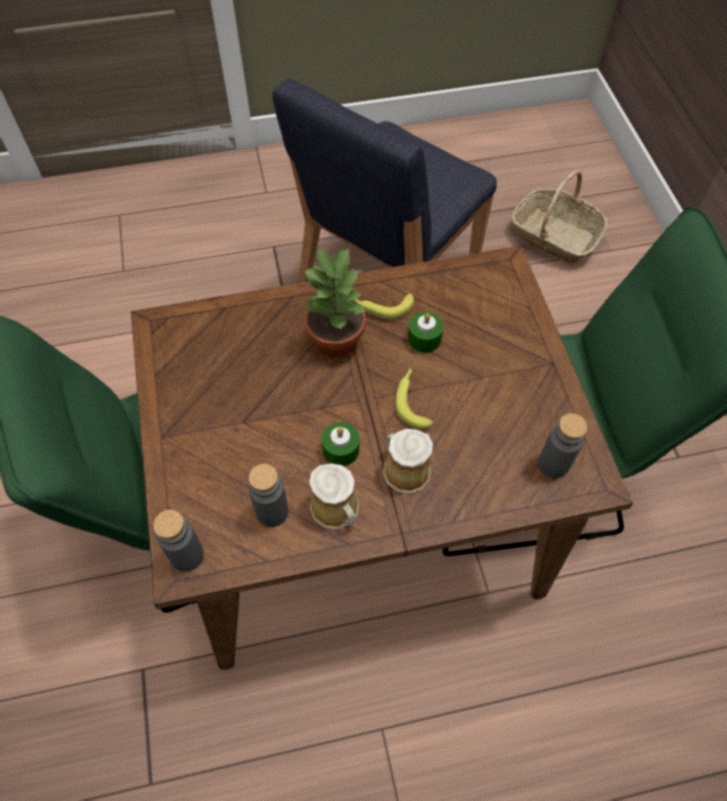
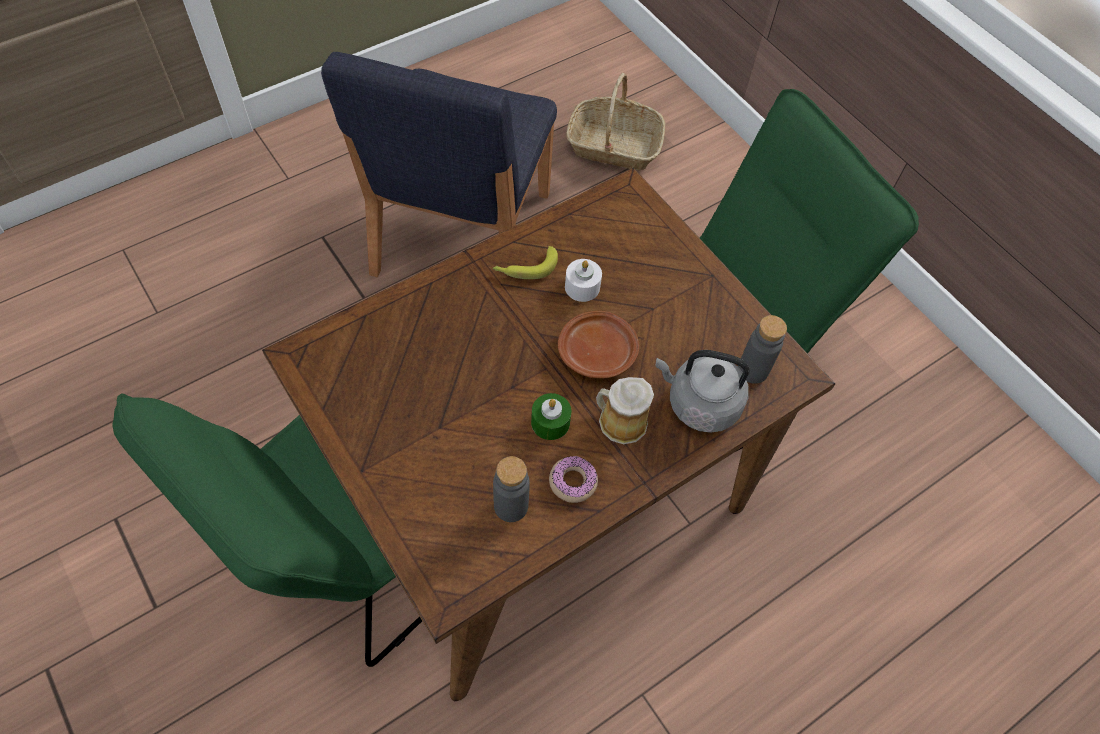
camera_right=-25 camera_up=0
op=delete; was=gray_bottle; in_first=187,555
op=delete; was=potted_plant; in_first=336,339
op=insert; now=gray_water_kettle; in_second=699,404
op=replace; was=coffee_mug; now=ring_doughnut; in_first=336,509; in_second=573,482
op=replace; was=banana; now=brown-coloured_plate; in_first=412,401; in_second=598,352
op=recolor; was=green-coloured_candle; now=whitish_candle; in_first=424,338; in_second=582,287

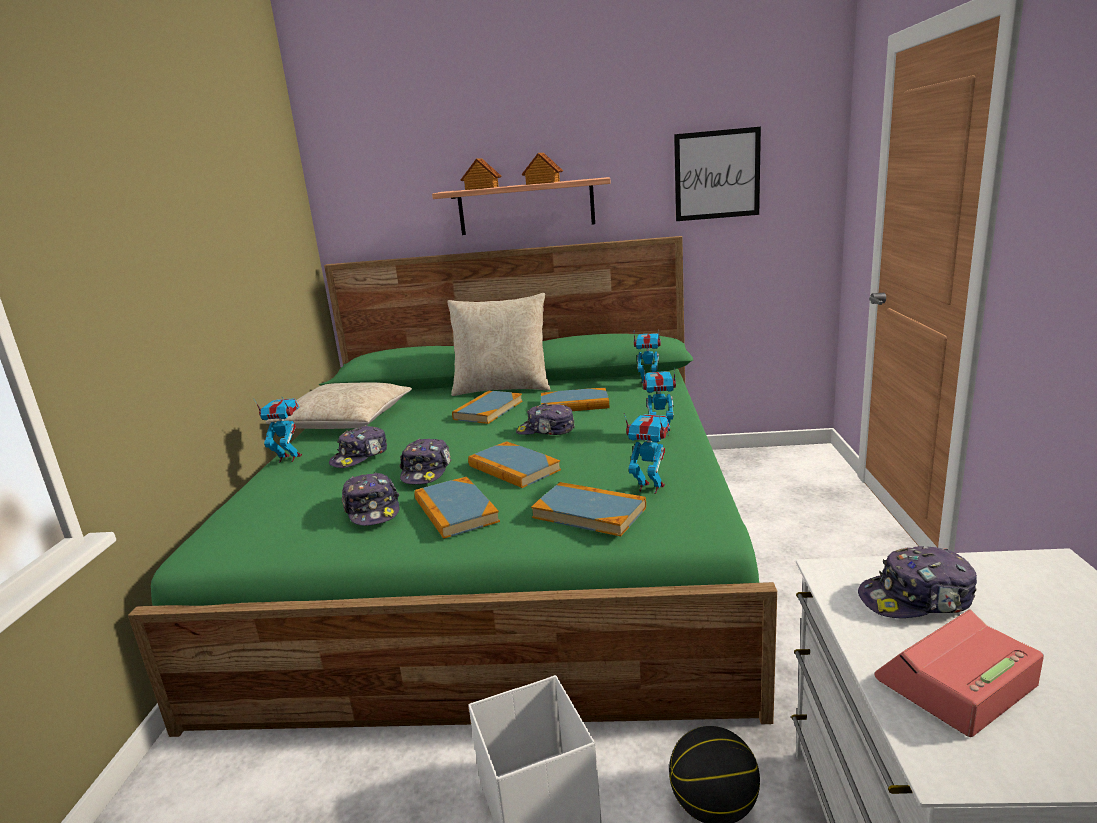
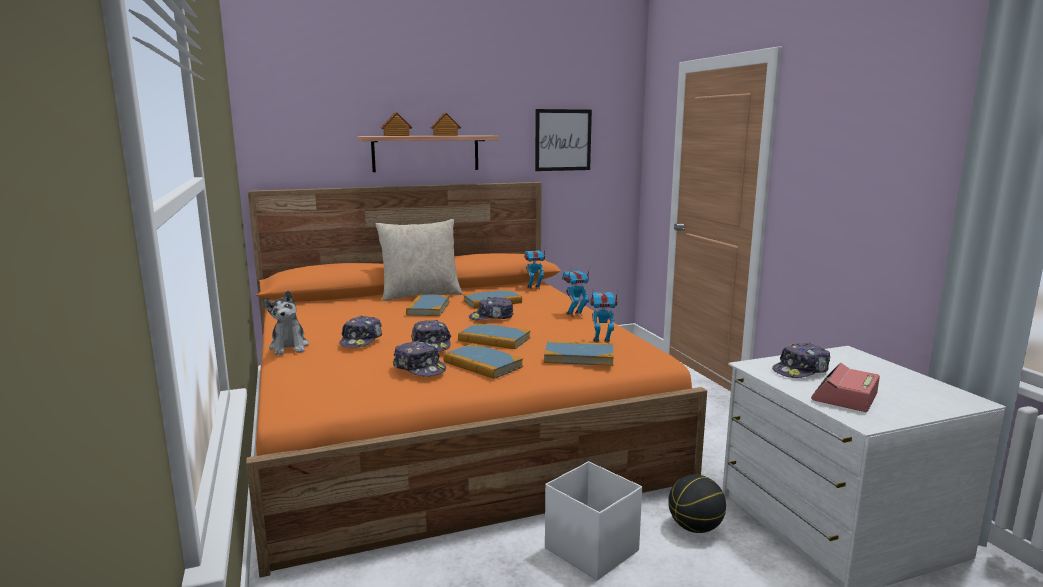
camera_right=-25 camera_up=-5
op=delete; was=beige_pillow; in_first=345,420
op=replace; was=robot_figure; now=soft_toy; in_first=289,458; in_second=289,347
op=recolor; was=green-coloured_bed; now=orange_bed; in_first=501,553; in_second=447,422

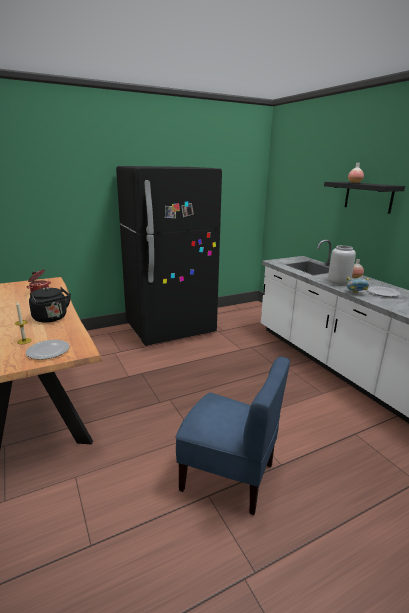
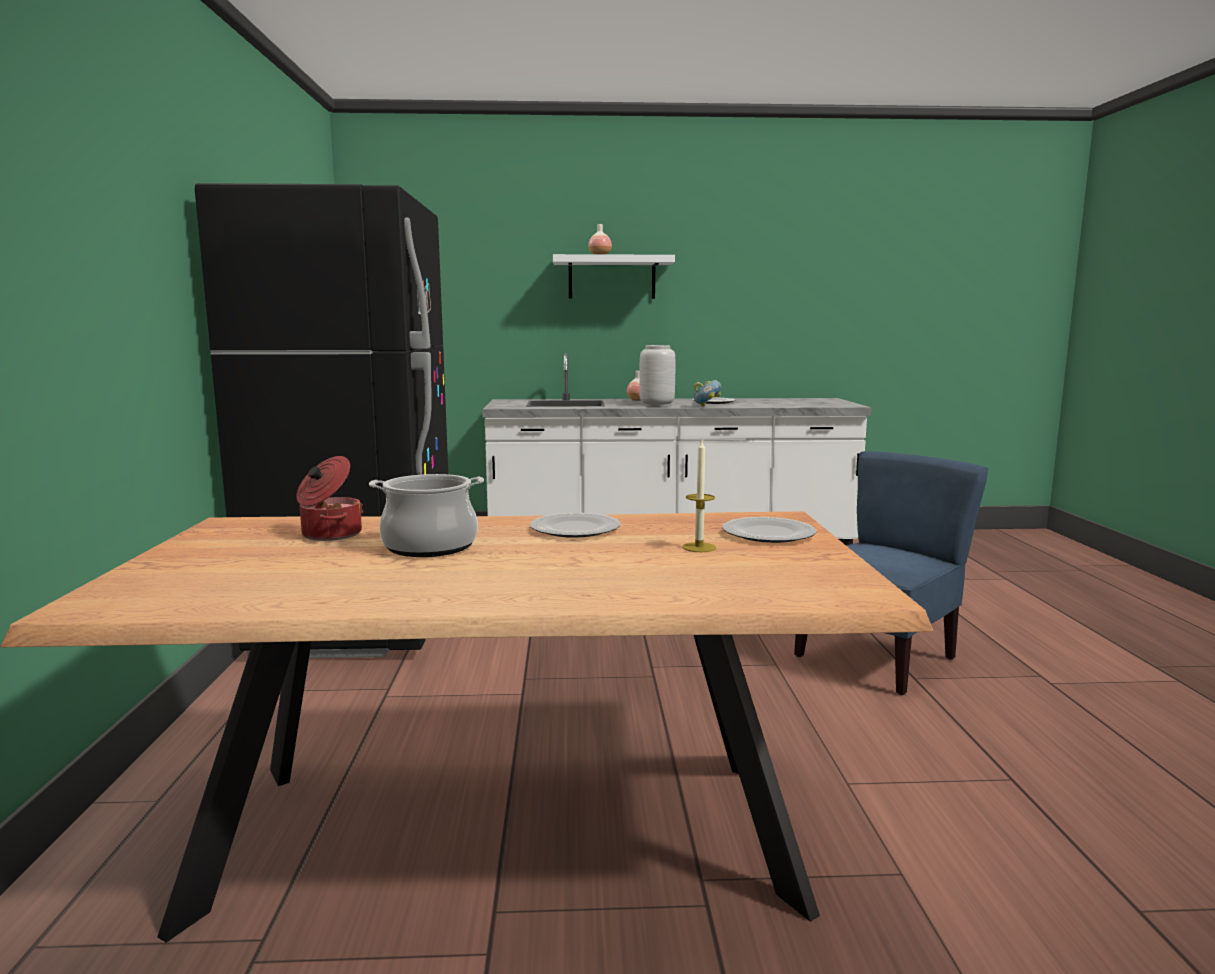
camera_right=-65 camera_up=-10
op=insert; now=cooking_pot; in_second=429,546
op=replace; was=black_water_kettle; now=plate; in_first=51,318; in_second=576,529
op=recolor; was=black_bracket_shelf; now=whitish_bracket_shelf; in_first=368,197; in_second=612,278

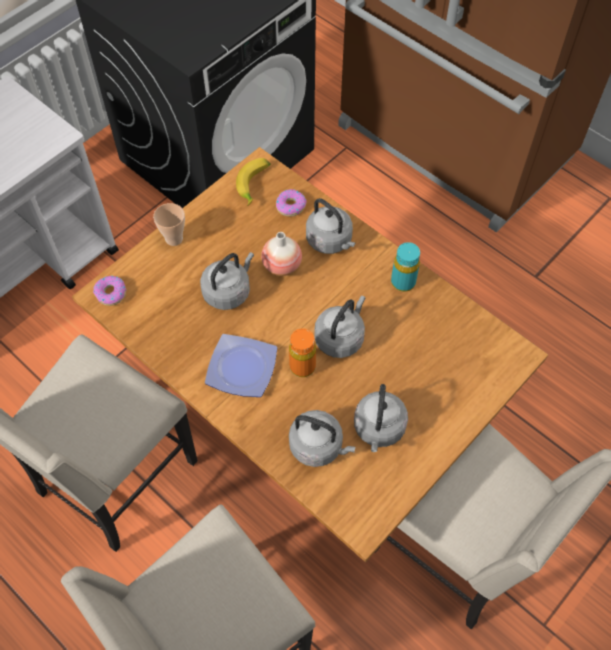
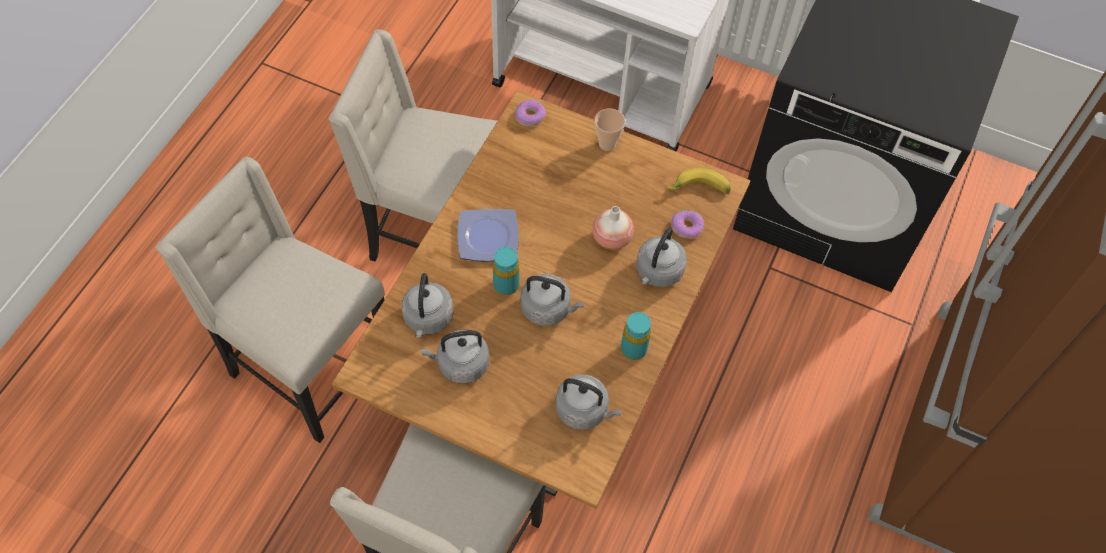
camera_right=70 camera_up=0
op=move; was=gray_water_kettle; in_first=228,291; in_second=584,410
op=recolor; was=orange_bottle; now=turquoise-coloured_bottle; in_first=302,366; in_second=506,285

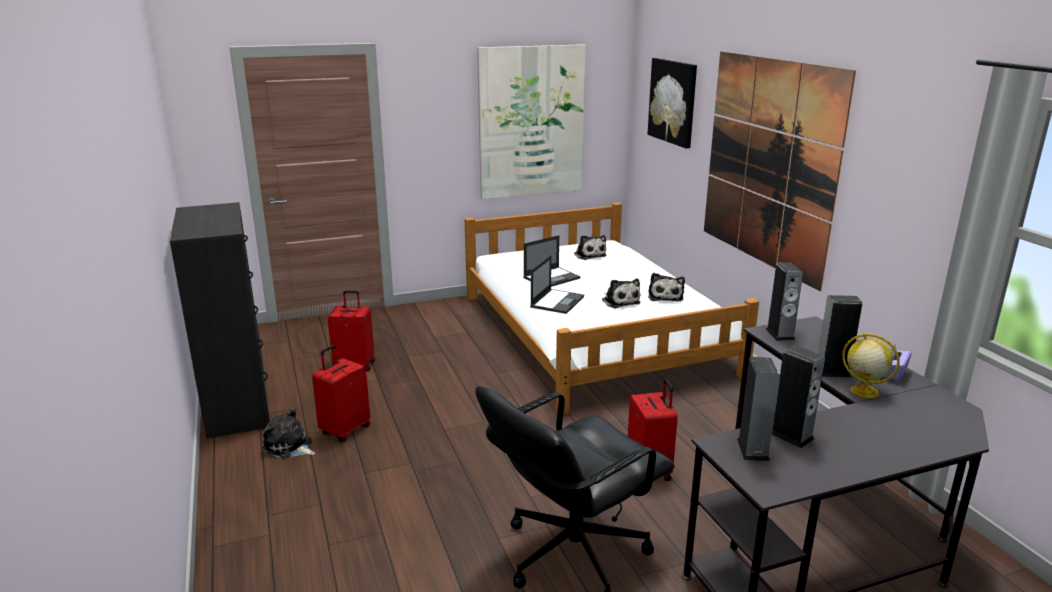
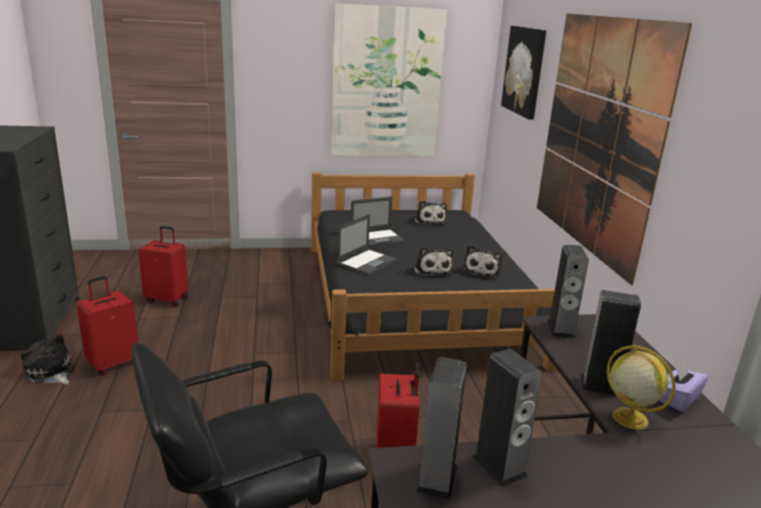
camera_right=10 camera_up=0
op=recolor; was=whitish_bed; now=black_bed; in_first=593,333; in_second=414,300

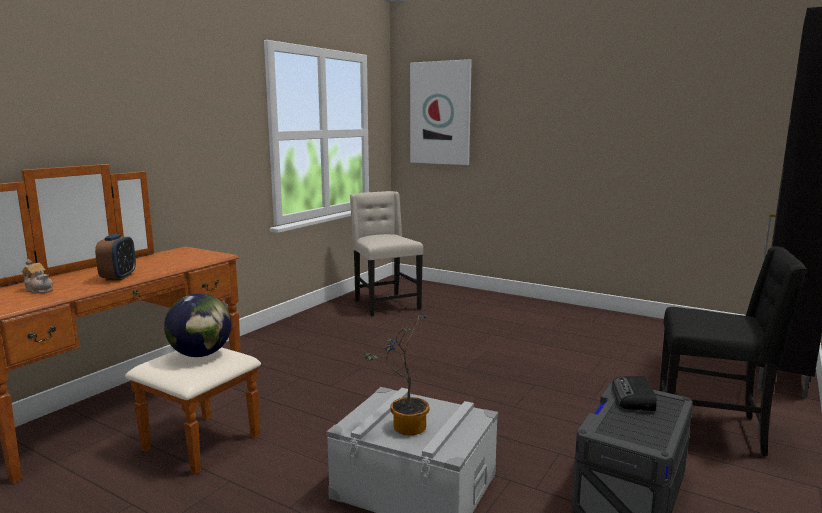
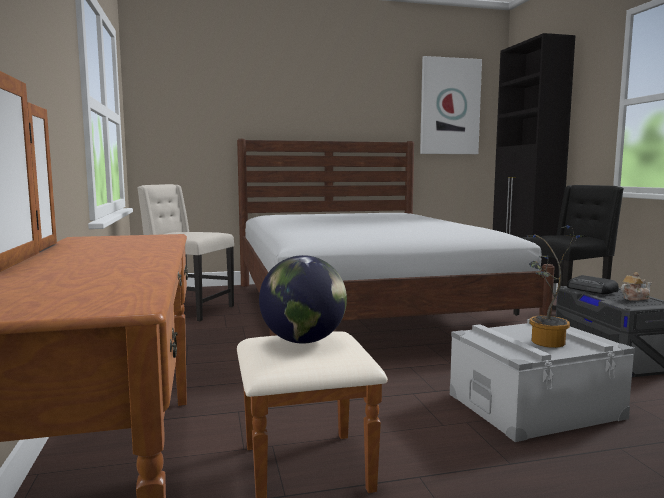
camera_right=-45 camera_up=-5
op=delete; was=table_clock; in_first=118,277
op=insert; now=whitish_bed; in_second=362,310
op=move; was=pot_for_tea; in_first=39,290; in_second=634,298
op=move; was=picture; in_first=440,113; in_second=449,106

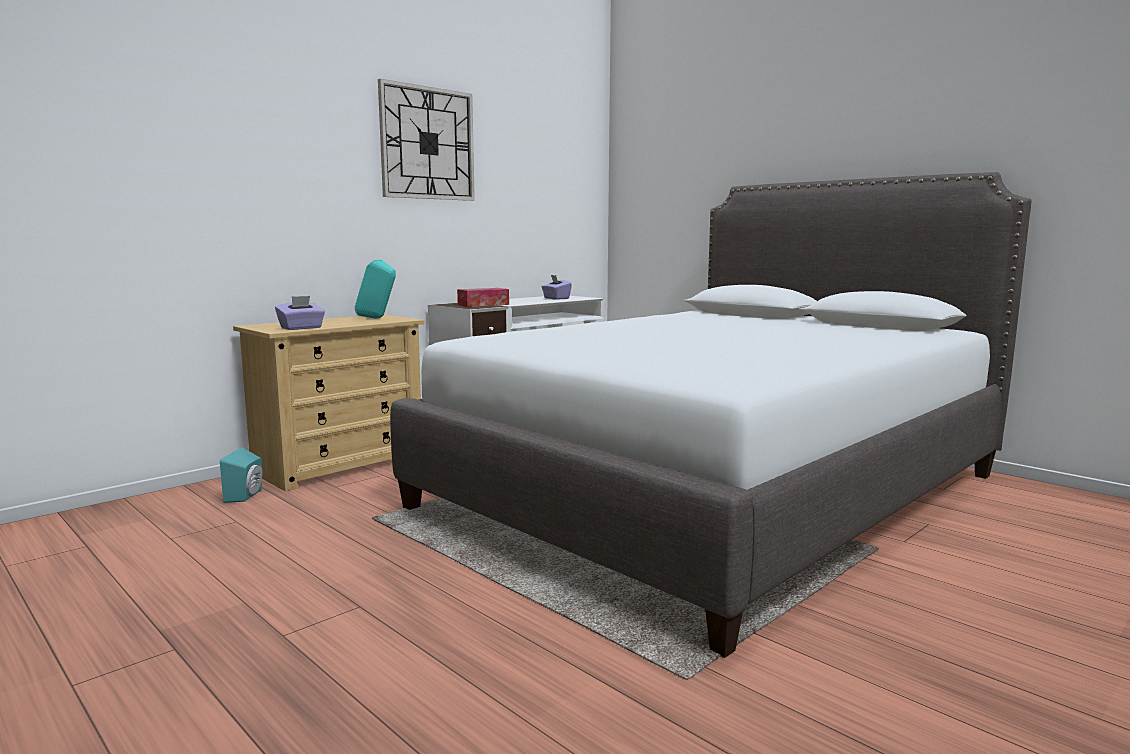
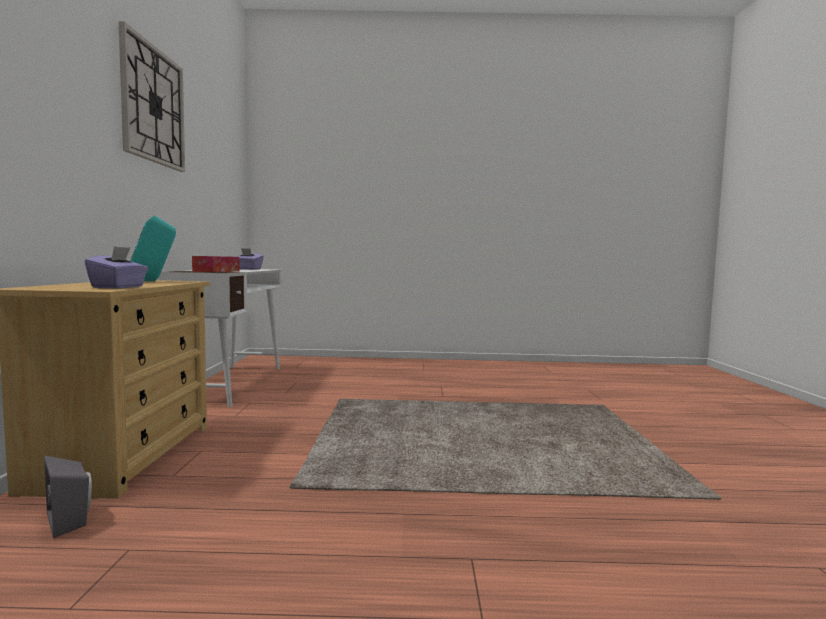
camera_right=-45 camera_up=-5
op=delete; was=whitish_bed; in_first=717,490
op=recolor; was=turquoise-coloured_speaker; now=gray_speaker; in_first=247,496; in_second=71,520

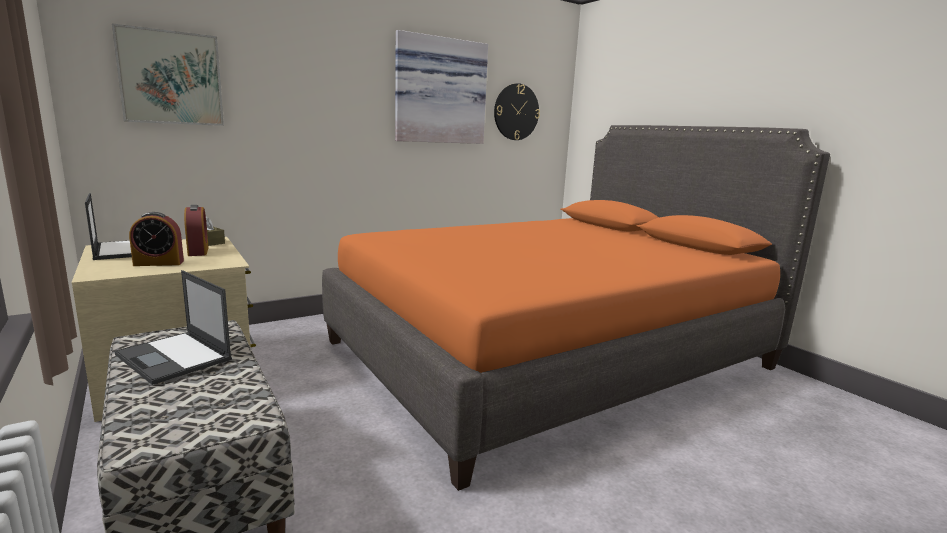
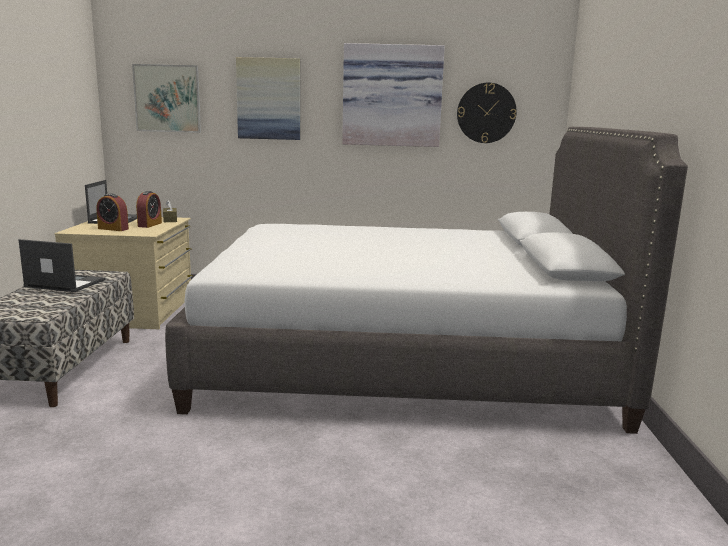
camera_right=35 camera_up=0
op=insert; now=picture; in_second=269,99
op=recolor; was=orange_bed; now=whitish_bed; in_first=549,354; in_second=402,360
op=rotate; was=notebook_computer; in_first=175,357; in_second=64,283; clockwise=120

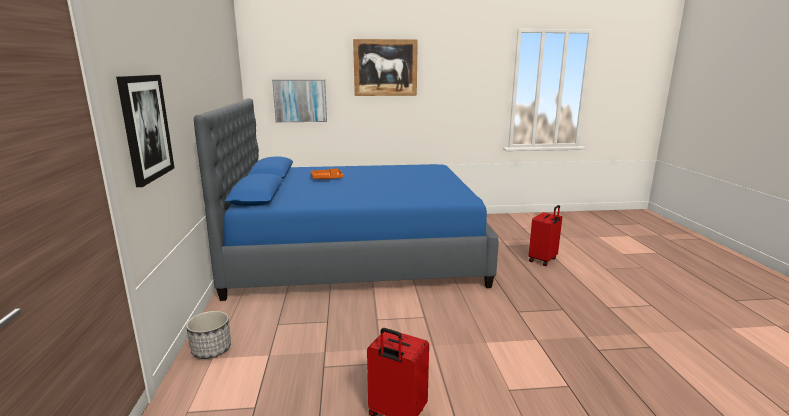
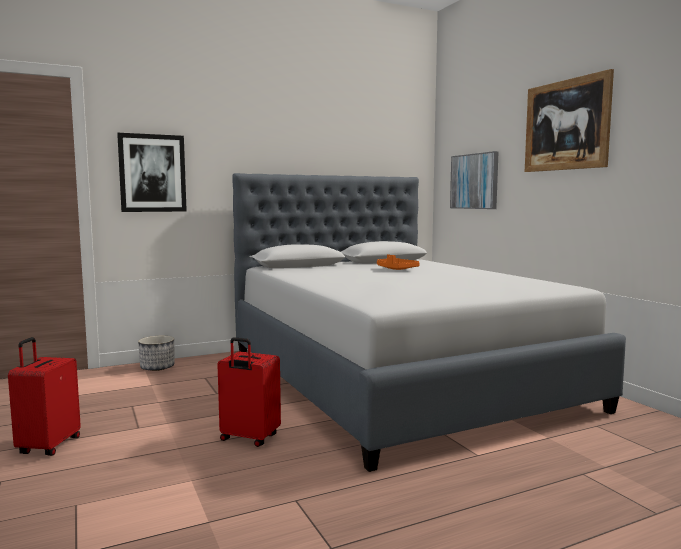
camera_right=70 camera_up=-10
op=move; was=reddish_travel_case; in_first=543,260; in_second=249,438
op=recolor; was=blue_bed; now=gray_bed; in_first=357,253; in_second=397,378

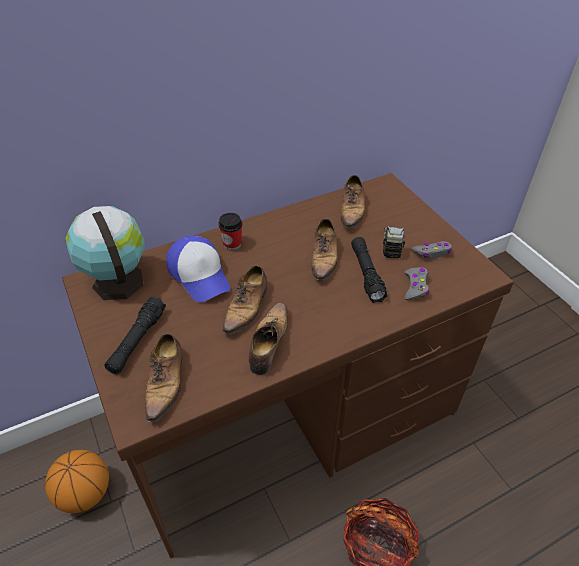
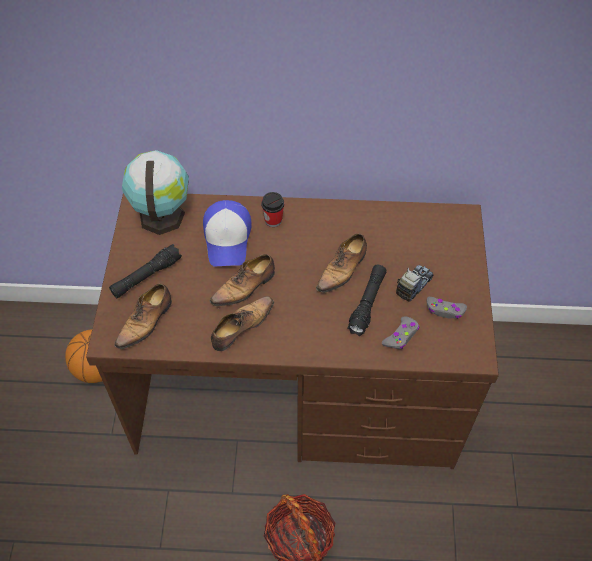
camera_right=30 camera_up=10
op=delete; was=low_shoe; in_first=352,210

